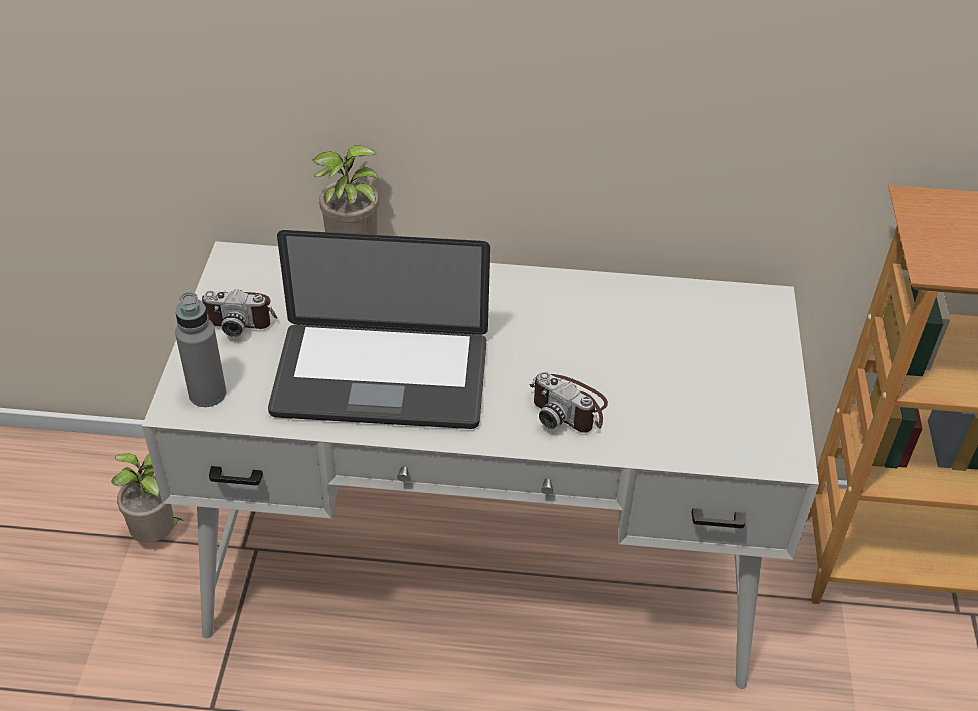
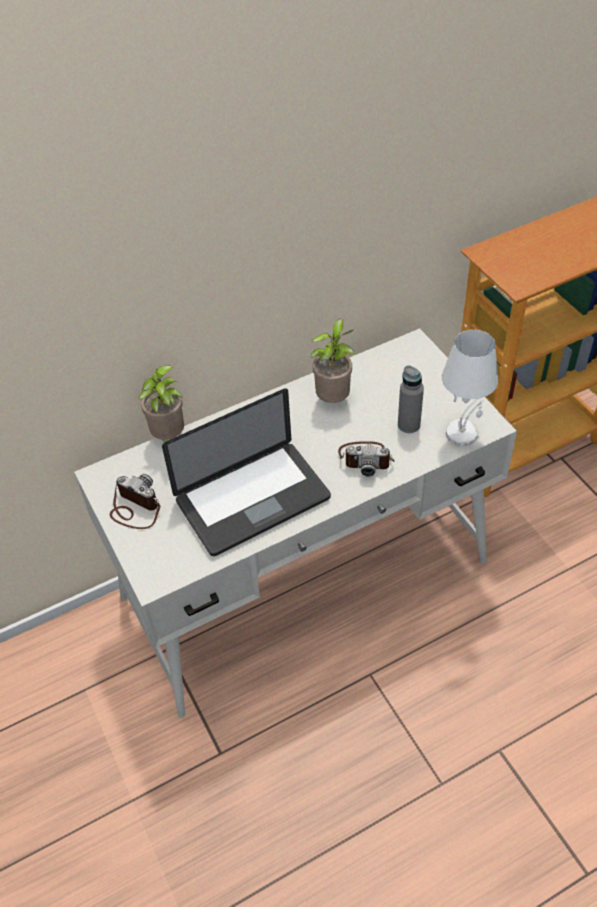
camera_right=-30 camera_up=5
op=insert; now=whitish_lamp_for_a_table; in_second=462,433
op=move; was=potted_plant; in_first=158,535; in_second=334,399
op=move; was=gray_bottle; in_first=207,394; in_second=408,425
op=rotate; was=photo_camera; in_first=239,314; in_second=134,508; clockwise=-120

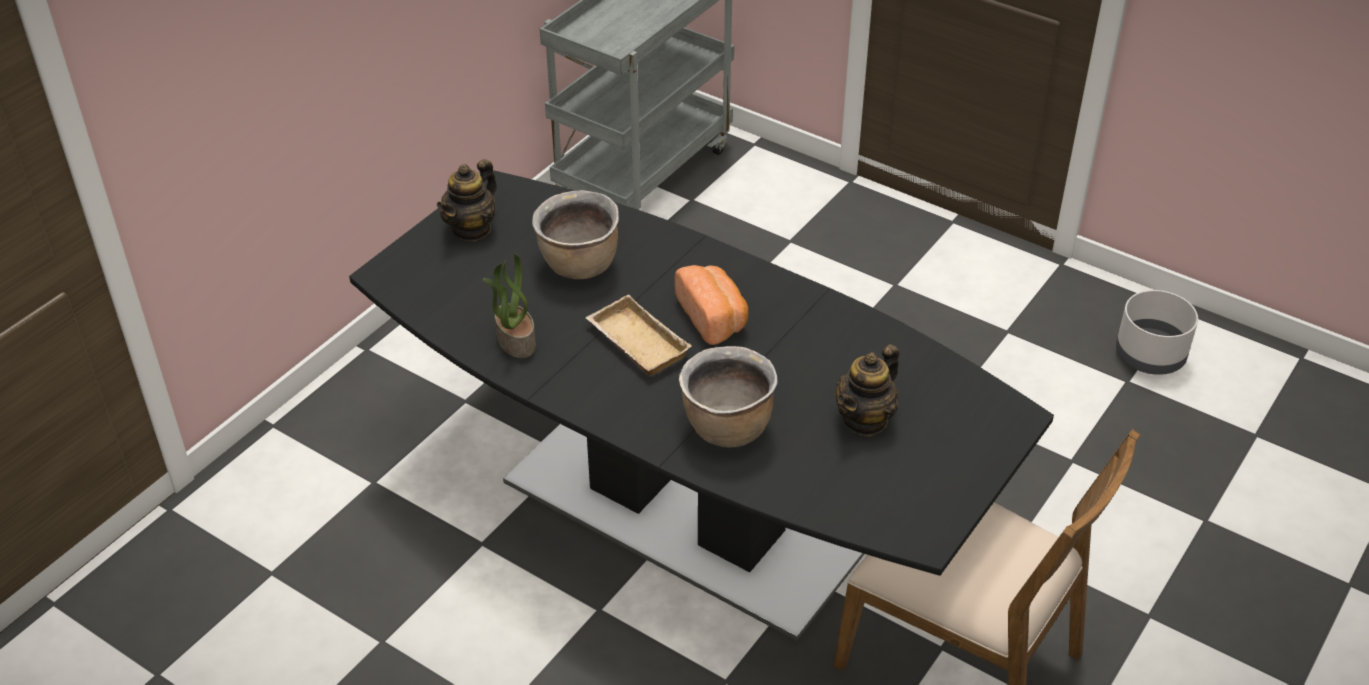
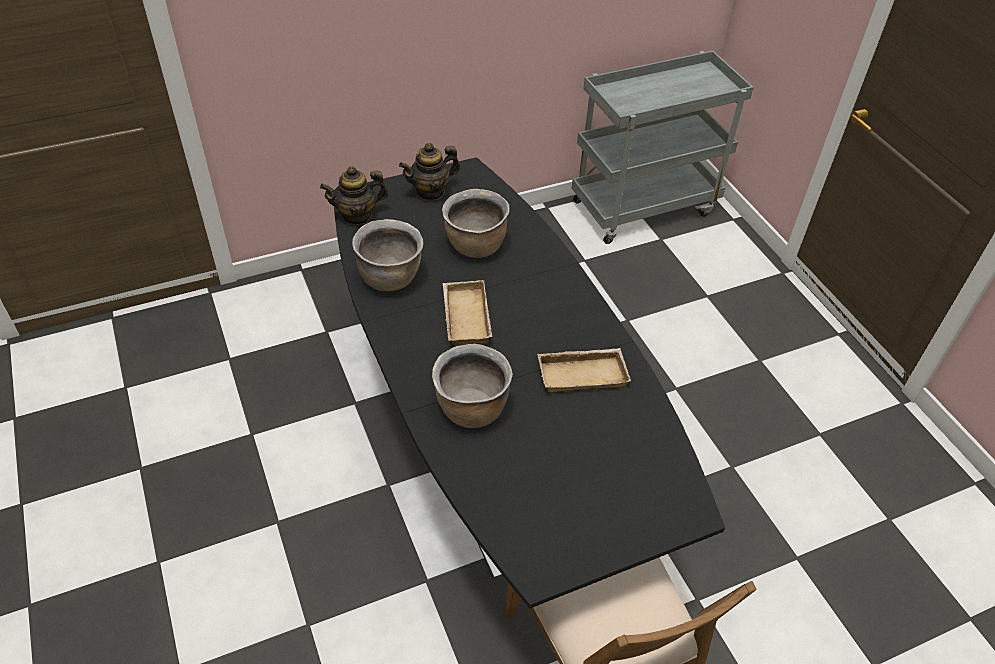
camera_right=30 camera_up=5
op=delete; was=baked_bread; in_first=713,317
op=delete; was=gray_flower_pot; in_first=1150,356
op=insert; now=beige_tray; in_second=583,373
op=move; was=pot_for_tea; in_first=865,420; in_second=357,215
op=replace; was=potted_plant; now=brown-coloured_cooking_pot; in_first=515,340; in_second=390,278

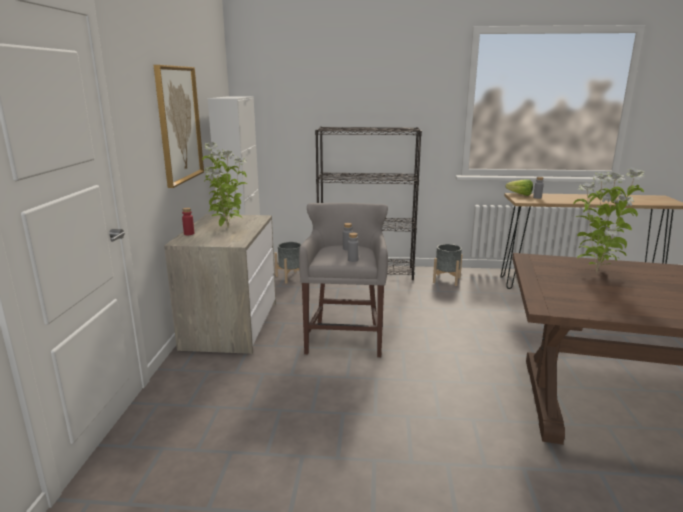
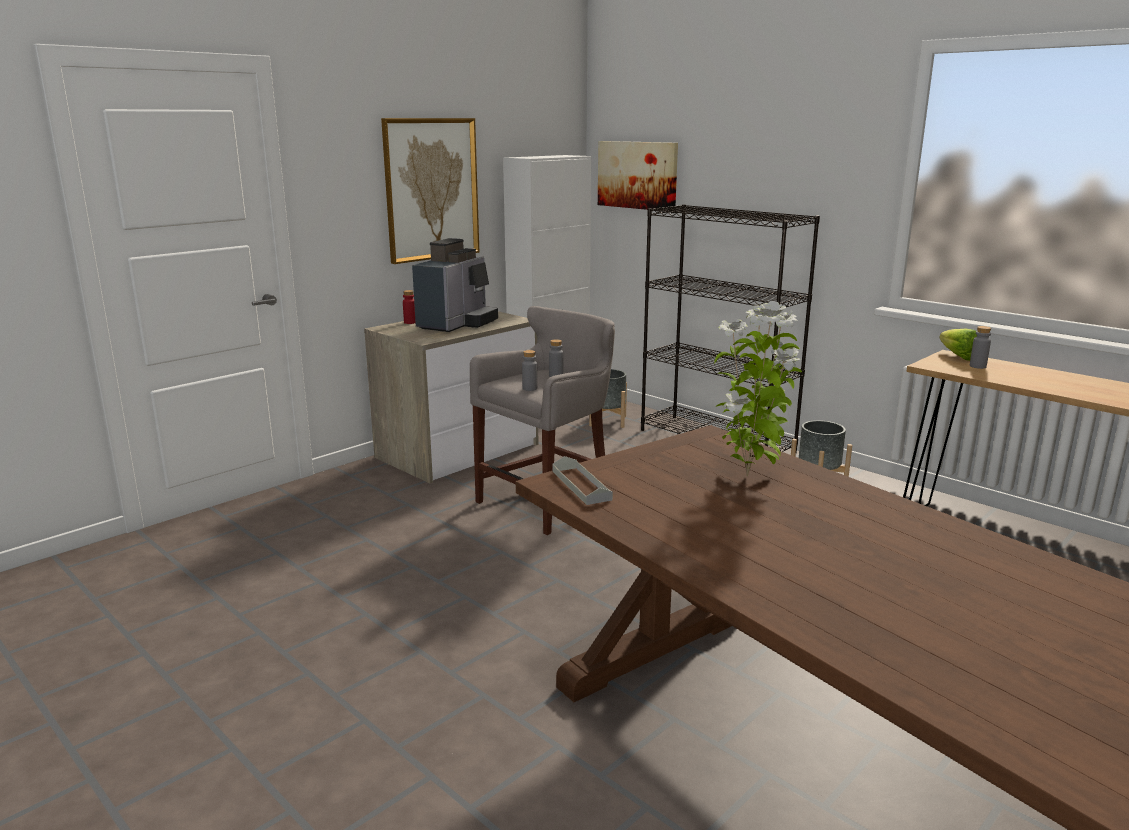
camera_right=40 camera_up=0
op=insert; now=gray_tray; in_second=581,485
op=insert; now=picture; in_second=637,175
op=replace; was=potted_plant; now=coffee_machine; in_first=227,228; in_second=457,324

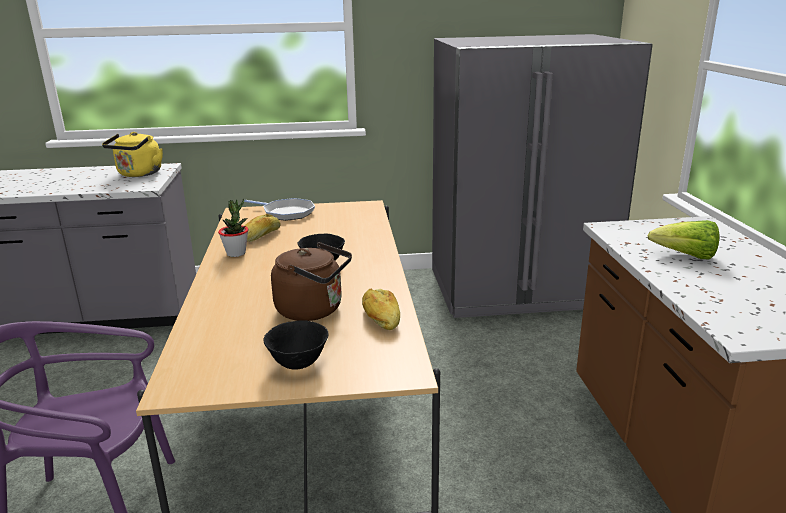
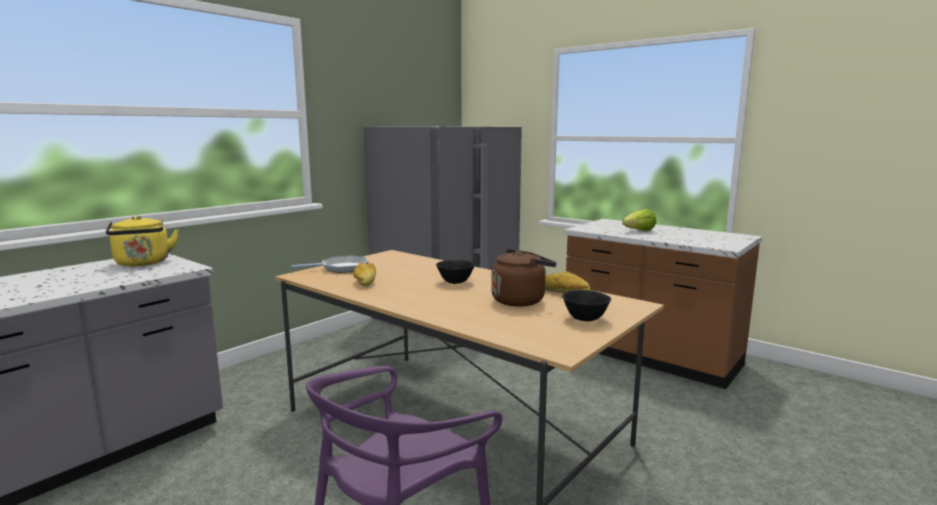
camera_right=-45 camera_up=-10
op=delete; was=potted_plant; in_first=236,253

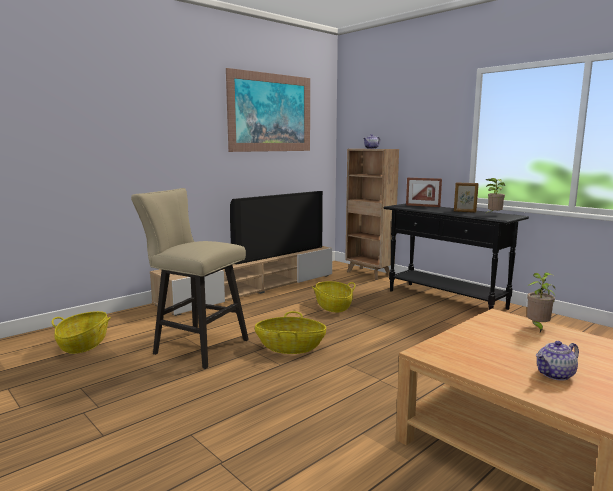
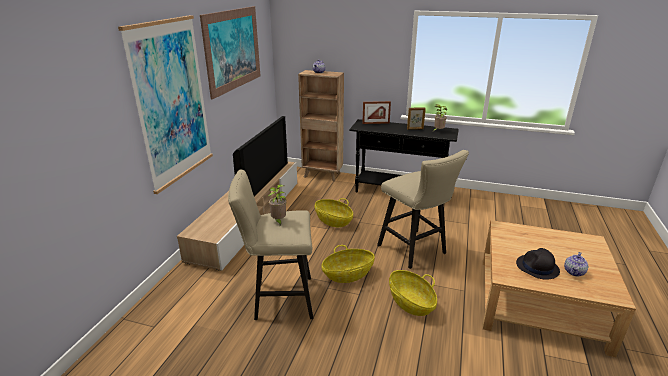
camera_right=-30 camera_up=15
op=insert; now=picture; in_second=172,102
op=insert; now=beige_stool_seat; in_second=415,251
op=insert; now=black_clothing_hat; in_second=537,267
op=move; was=household_basket; in_first=84,344; in_second=410,302
op=move; was=potted_plant; in_first=537,327; in_second=278,221

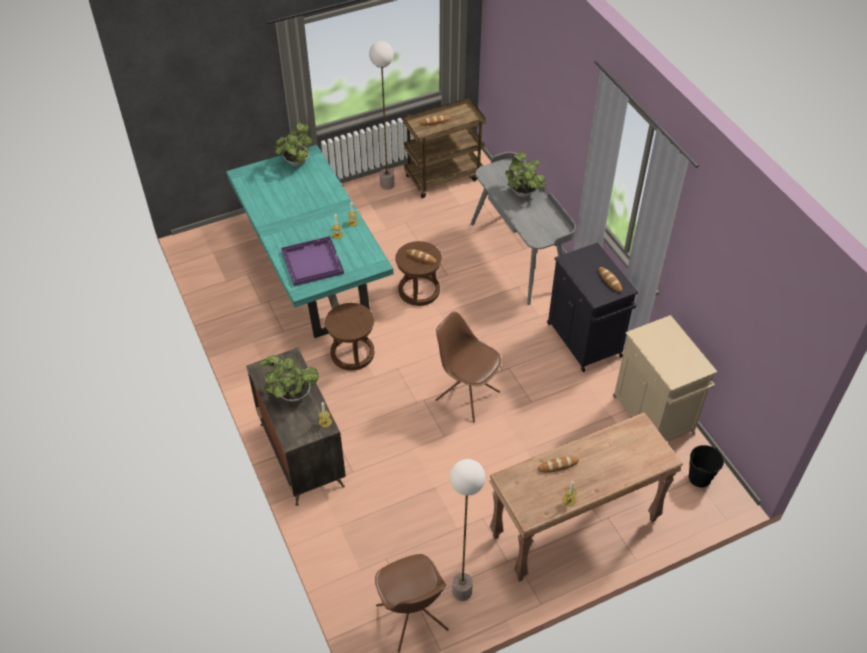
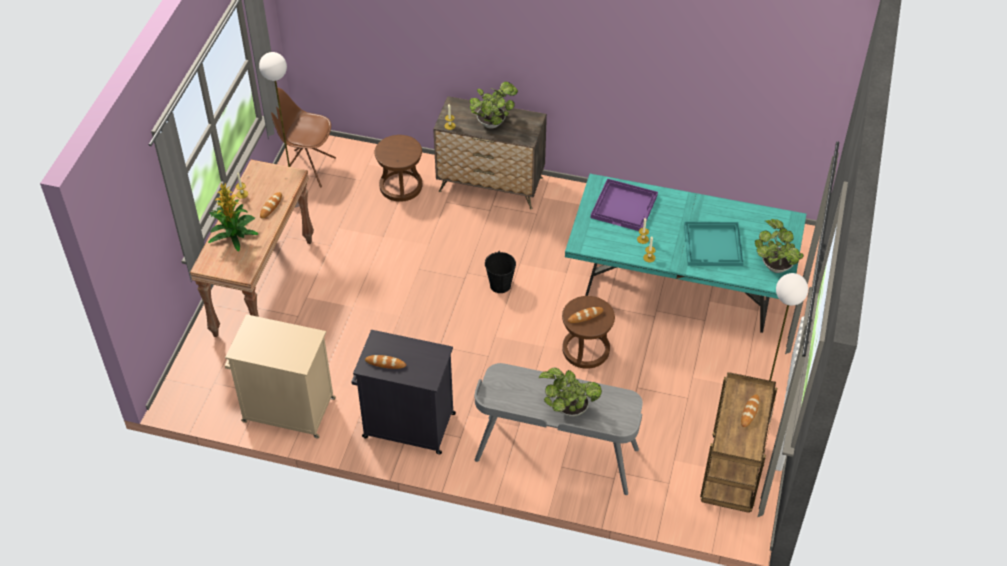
camera_right=130 camera_up=0
op=delete; was=brown-coloured_plain_chair; in_first=466,395
op=insert; now=potted_plant; in_second=234,235
op=insert; now=turquoise-coloured_tray; in_second=713,245
op=move; was=brown-coloured_stool_seat; in_first=352,353; in_second=400,186
op=move; was=black_bucket; in_first=699,477; in_second=500,285

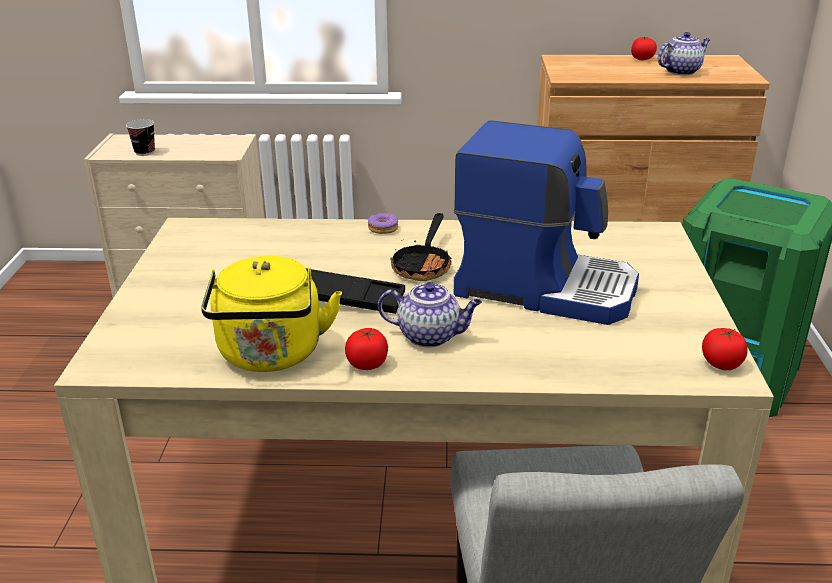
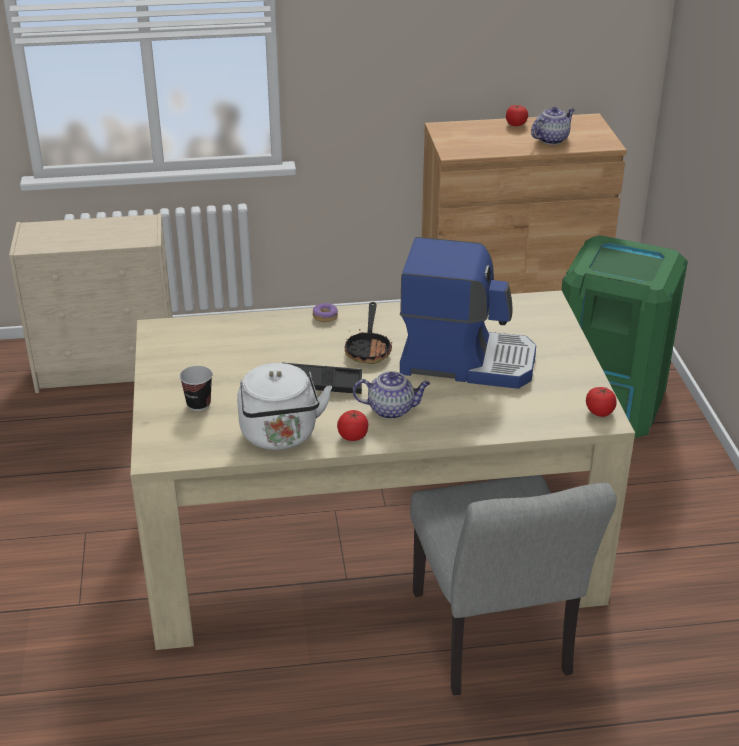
camera_right=-10 camera_up=5
op=move; was=small_cup; in_first=145,152; in_second=198,404
op=recolor; was=yellowish_water_kettle; now=whitish_water_kettle; in_first=271,356; in_second=280,436

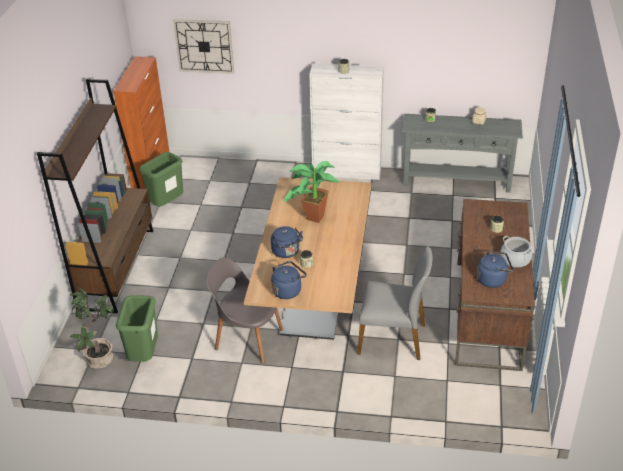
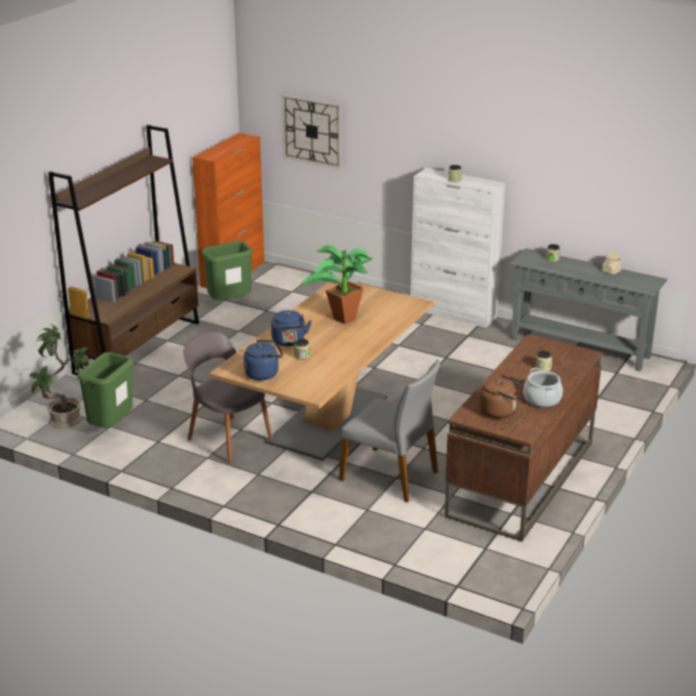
camera_right=20 camera_up=-10
op=recolor; was=blue_water_kettle; now=brown-coloured_water_kettle; in_first=493,280; in_second=499,411

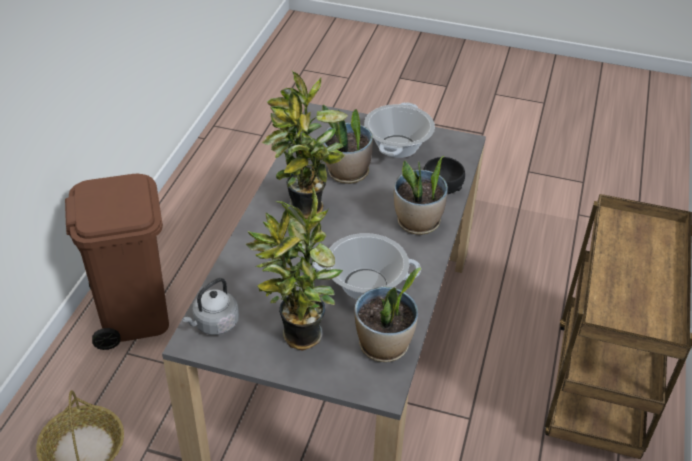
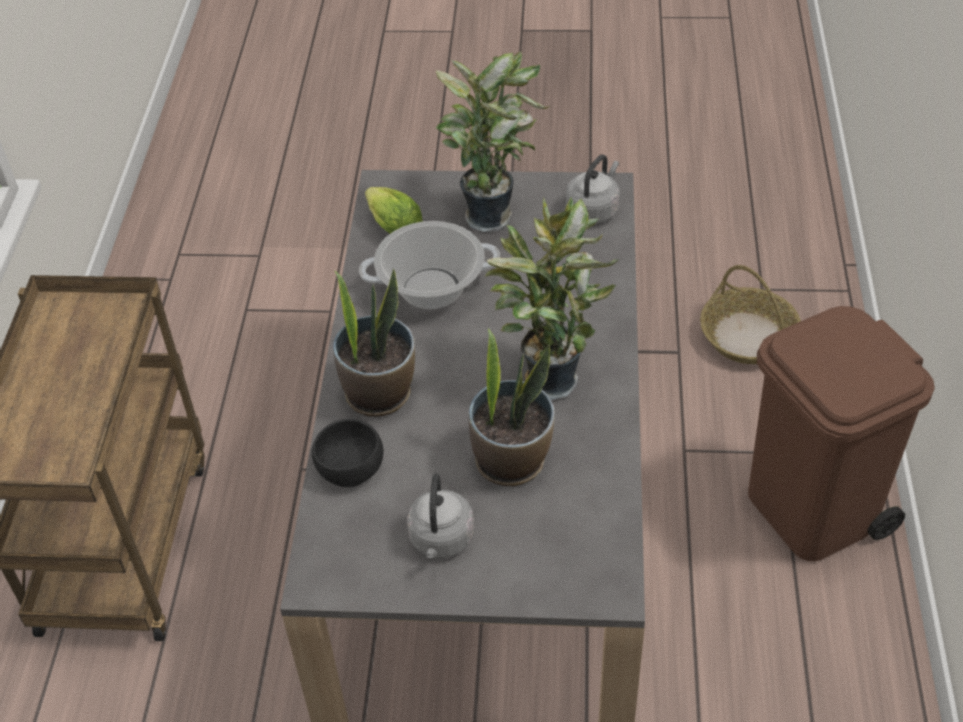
camera_right=170 camera_up=5
op=replace; was=potted_plant; now=head_of_lettuce; in_first=384,346; in_second=392,225
op=replace; was=cooking_pot; now=gray_water_kettle; in_first=397,146; in_second=441,540

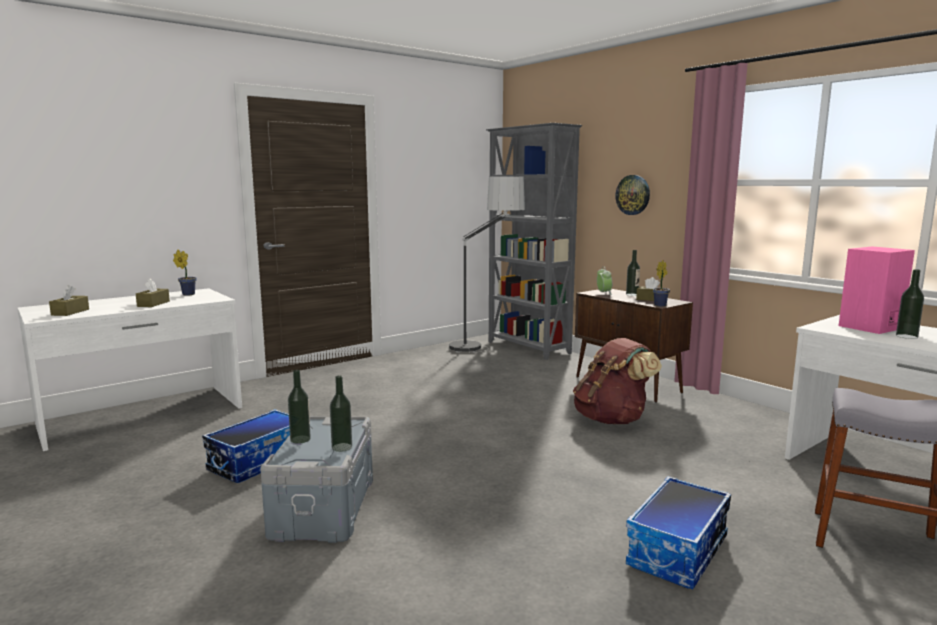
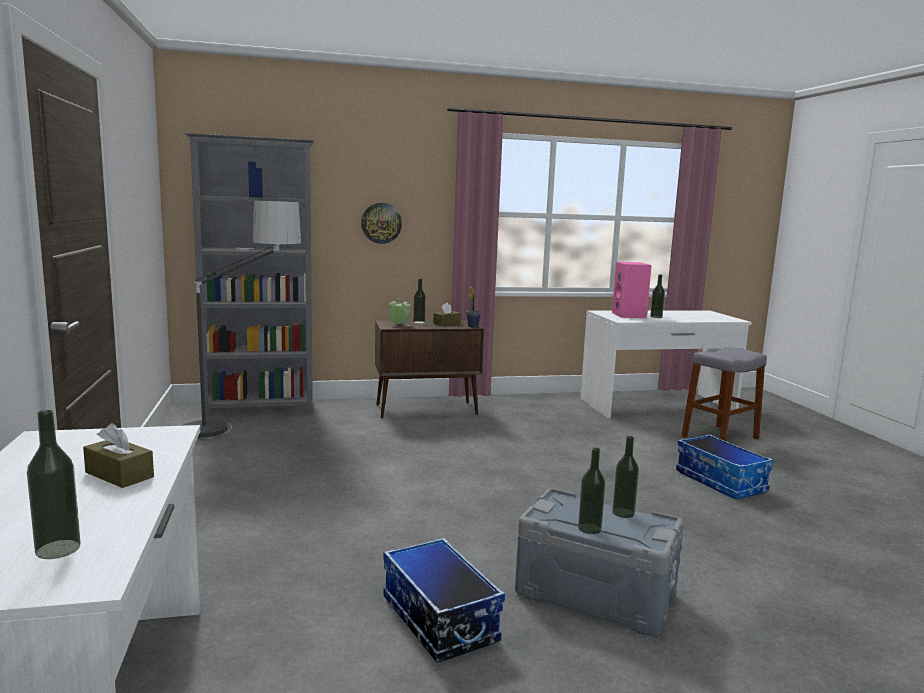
camera_right=-65 camera_up=0
op=delete; was=potted_plant; in_first=187,294
op=delete; was=brown-coloured_rucksack; in_first=612,419
op=replace; was=brown-coloured_box_of_tissues; now=bottle; in_first=70,312; in_second=58,549

